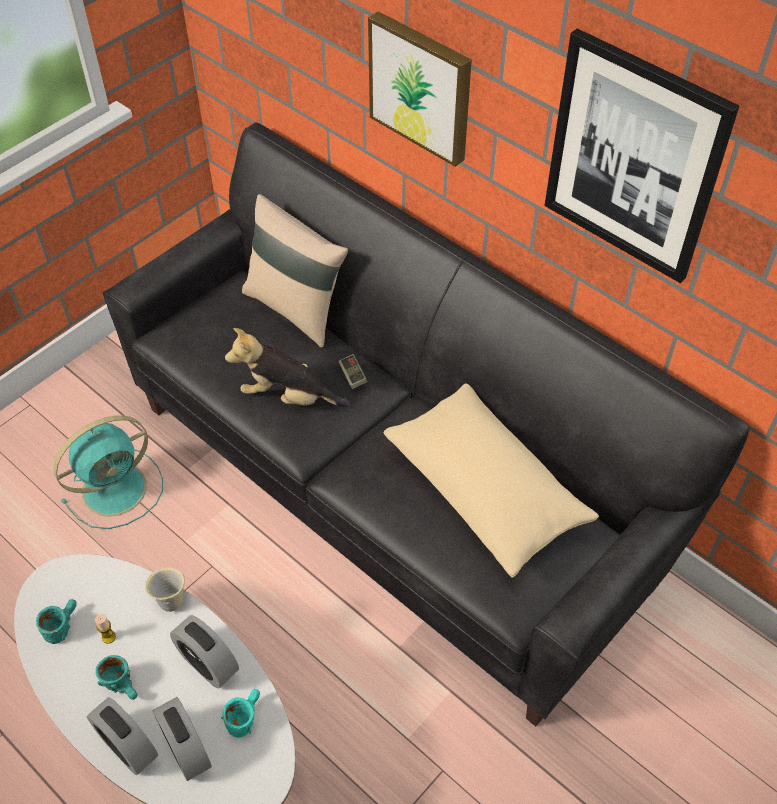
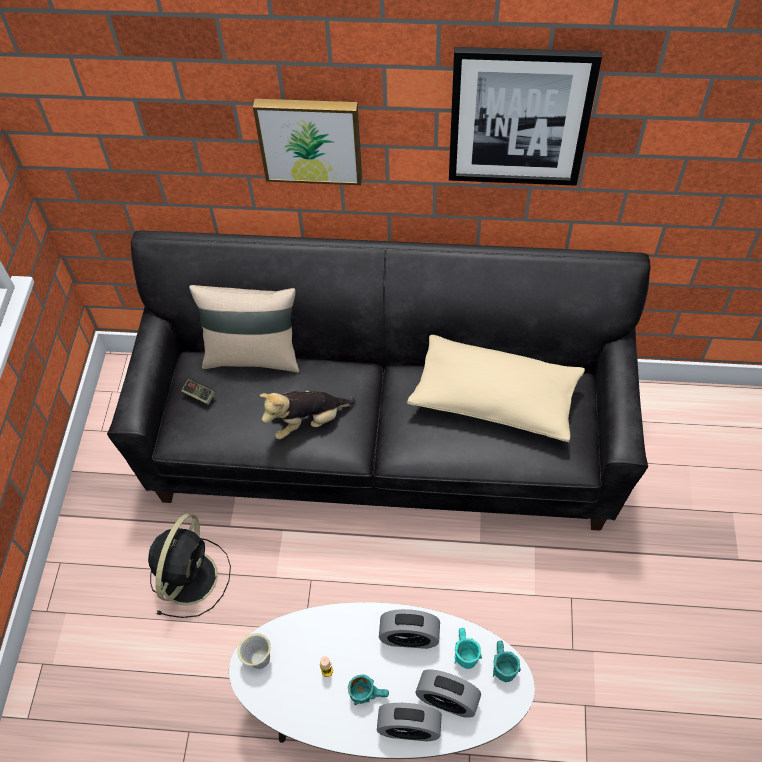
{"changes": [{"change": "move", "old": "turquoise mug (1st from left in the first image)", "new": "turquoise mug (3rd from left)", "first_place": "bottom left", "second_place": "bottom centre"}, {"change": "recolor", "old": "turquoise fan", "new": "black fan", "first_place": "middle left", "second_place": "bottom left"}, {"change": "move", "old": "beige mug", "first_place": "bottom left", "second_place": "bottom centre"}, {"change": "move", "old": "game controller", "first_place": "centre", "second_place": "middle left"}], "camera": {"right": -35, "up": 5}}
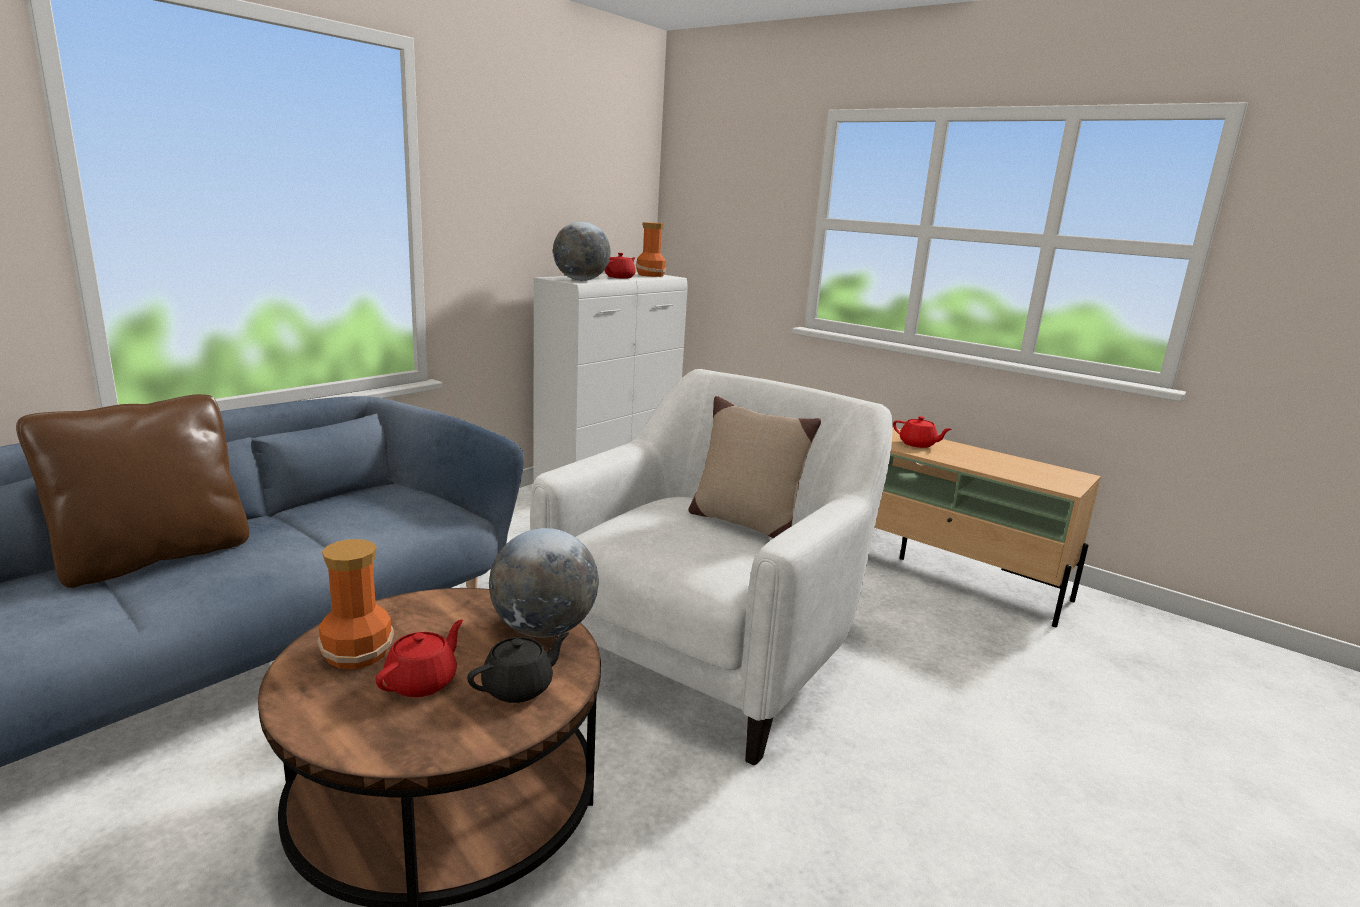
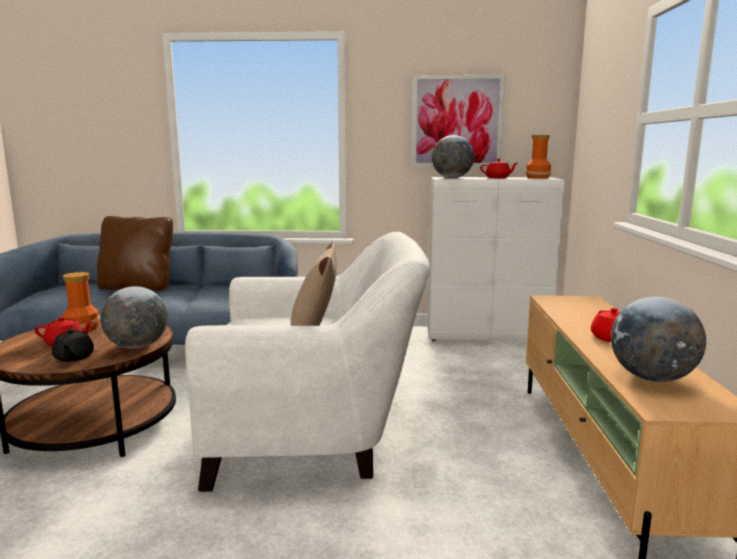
{"changes": [{"change": "rotate", "old": "black teapot", "first_place": "bottom centre", "second_place": "middle left", "degrees": 60}, {"change": "insert", "new": "picture", "second_place": "top centre"}, {"change": "insert", "new": "globe (3rd from left)", "second_place": "middle right"}], "camera": {"right": 55, "up": -5}}
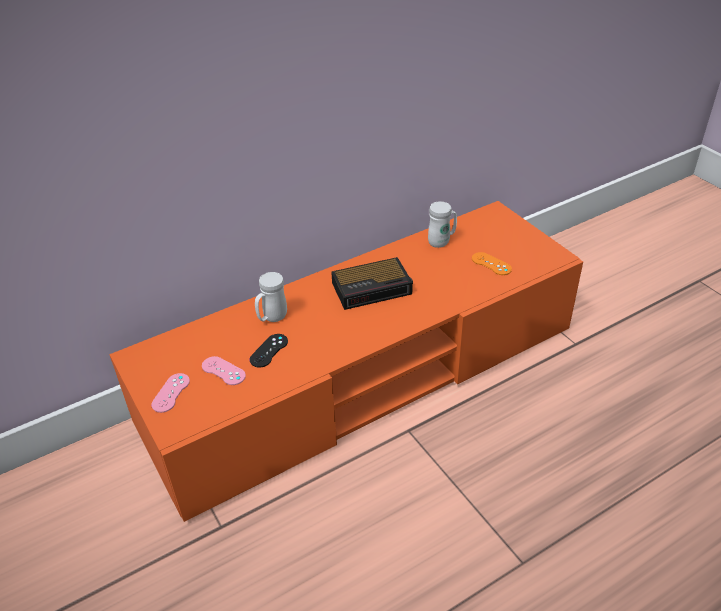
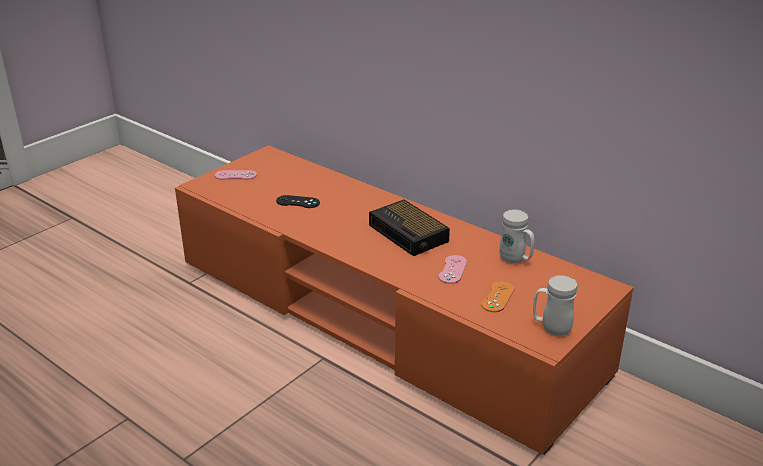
{"changes": [{"change": "move", "old": "pink game controller (2nd from left)", "first_place": "middle left", "second_place": "centre"}, {"change": "move", "old": "white mug (1st from left in the first image)", "new": "white mug (2nd from left)", "first_place": "centre", "second_place": "middle right"}], "camera": {"right": 70, "up": -10}}
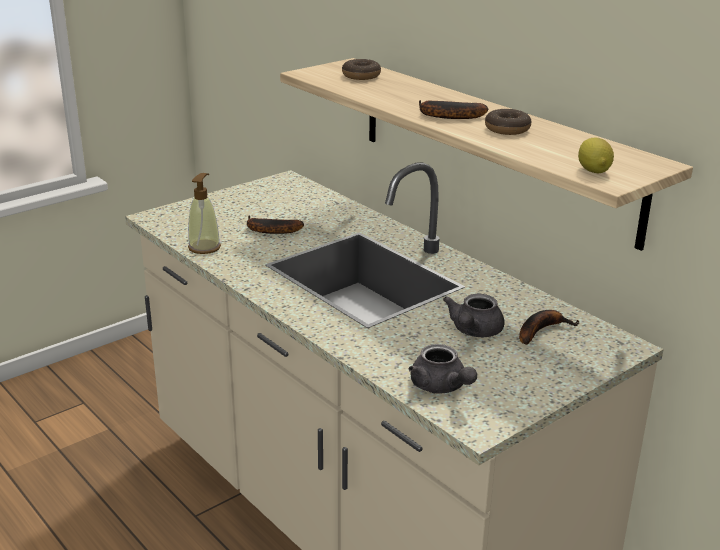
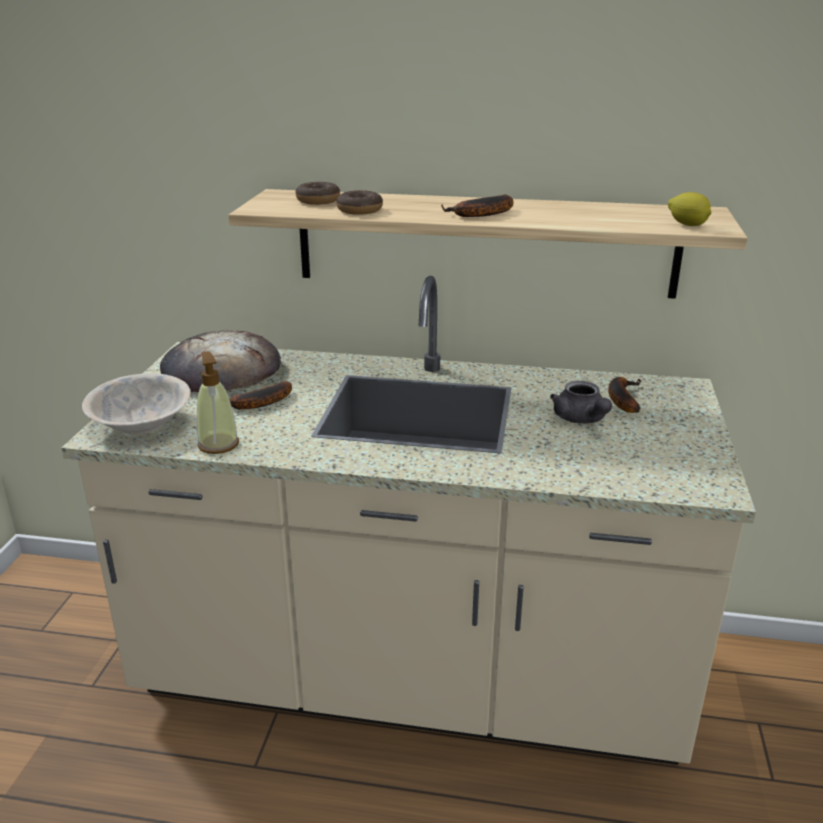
{"changes": [{"change": "delete", "old": "grey teapot (1st from left)", "first_place": "bottom centre"}, {"change": "move", "old": "donut (2nd from left)", "first_place": "top right", "second_place": "top centre"}, {"change": "insert", "new": "beige bowl", "second_place": "middle left"}, {"change": "insert", "new": "bread", "second_place": "middle left"}], "camera": {"right": -40, "up": 0}}
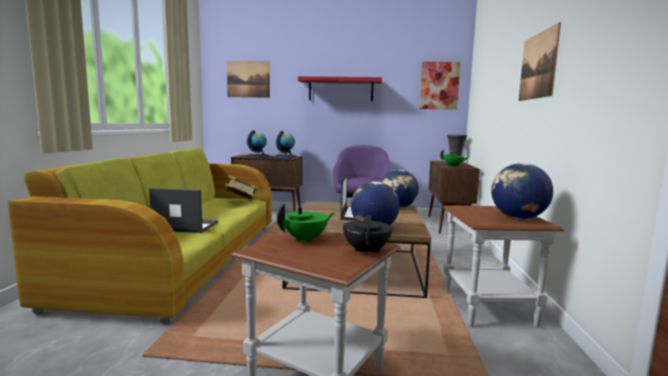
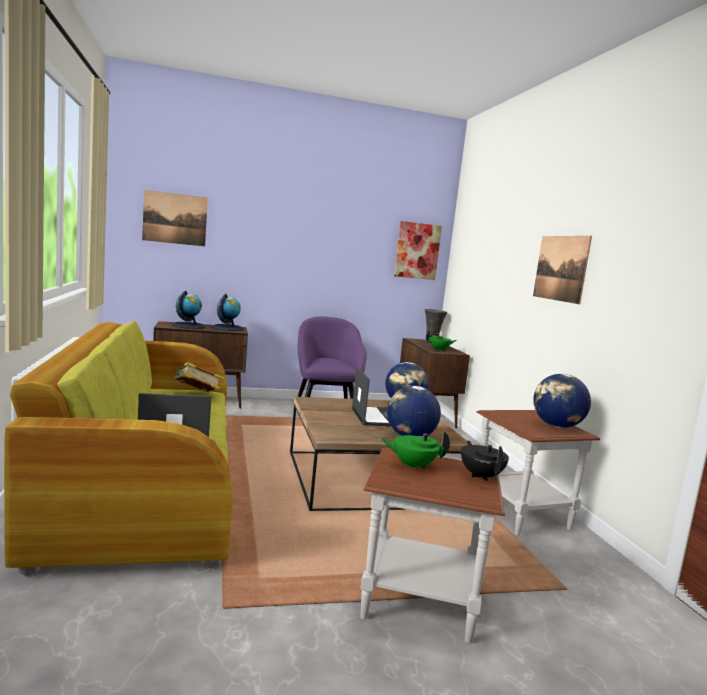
{"changes": [{"change": "rotate", "old": "green teapot (1st from left)", "first_place": "centre", "second_place": "centre", "degrees": -120}, {"change": "delete", "old": "red shelf", "first_place": "top centre"}], "camera": {"right": -20, "up": 0}}
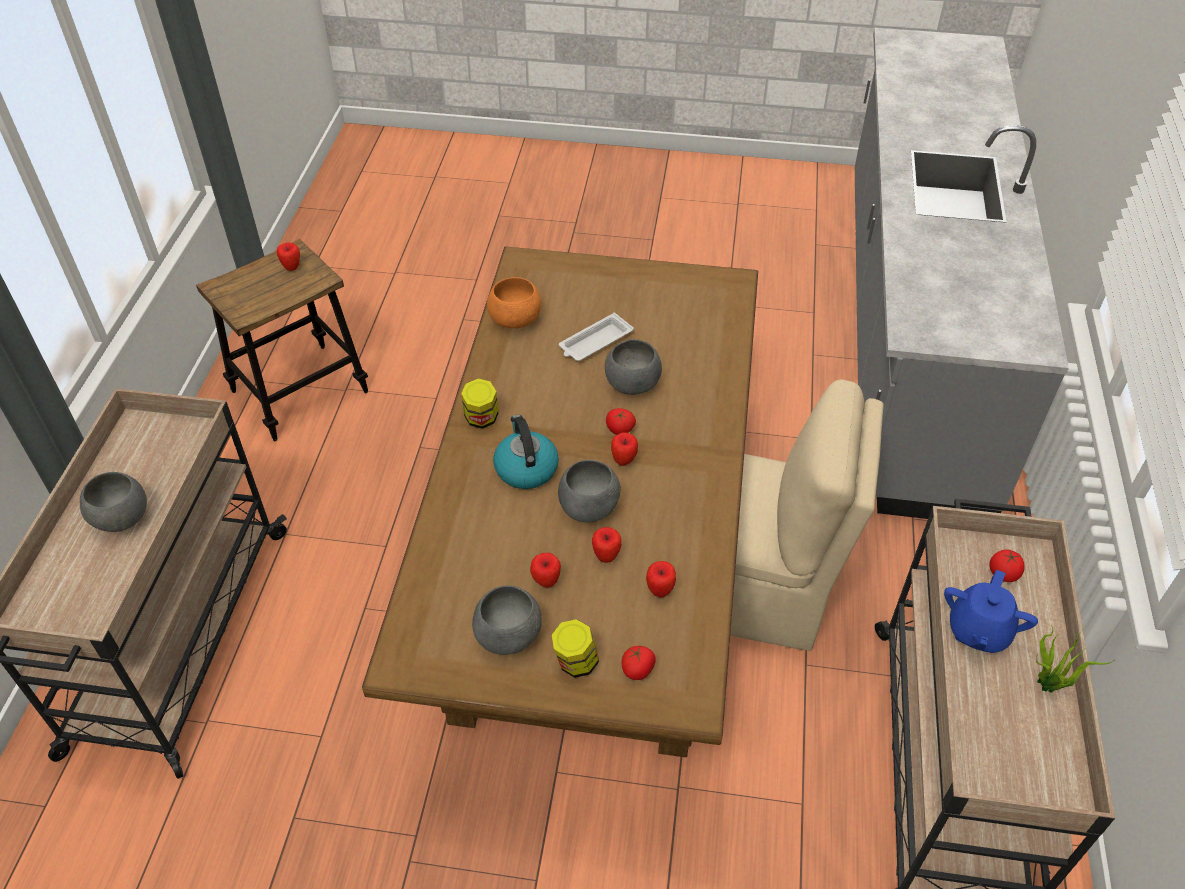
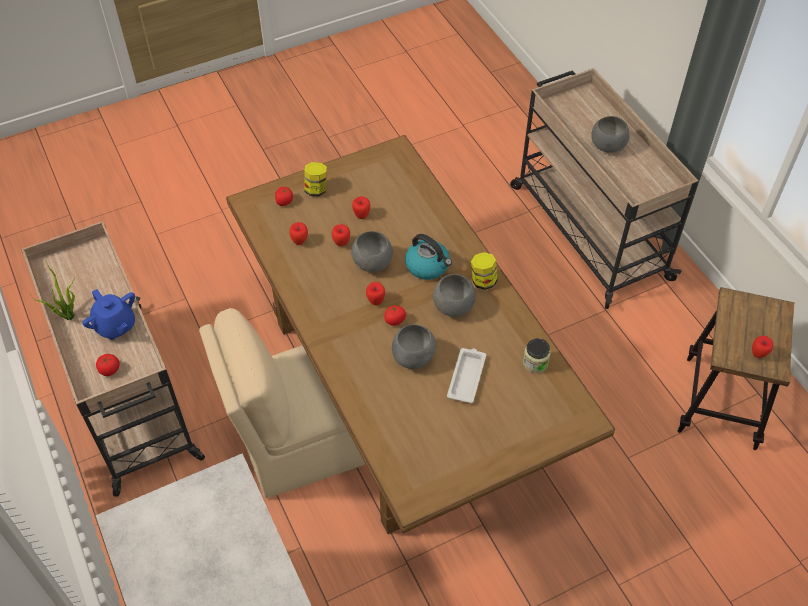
{"changes": [{"change": "move", "old": "grey bowl (2nd from left in the first image)", "new": "grey bowl (3rd from left)", "first_place": "bottom centre", "second_place": "centre"}, {"change": "replace", "old": "orange bowl", "new": "jar (3rd from left)", "first_place": "centre", "second_place": "centre"}, {"change": "rotate", "old": "blue teapot", "first_place": "bottom right", "second_place": "middle left", "degrees": 150}], "camera": {"right": 145, "up": 5}}
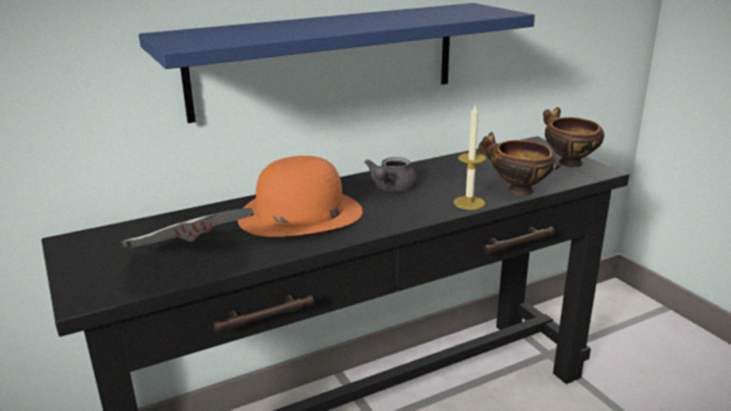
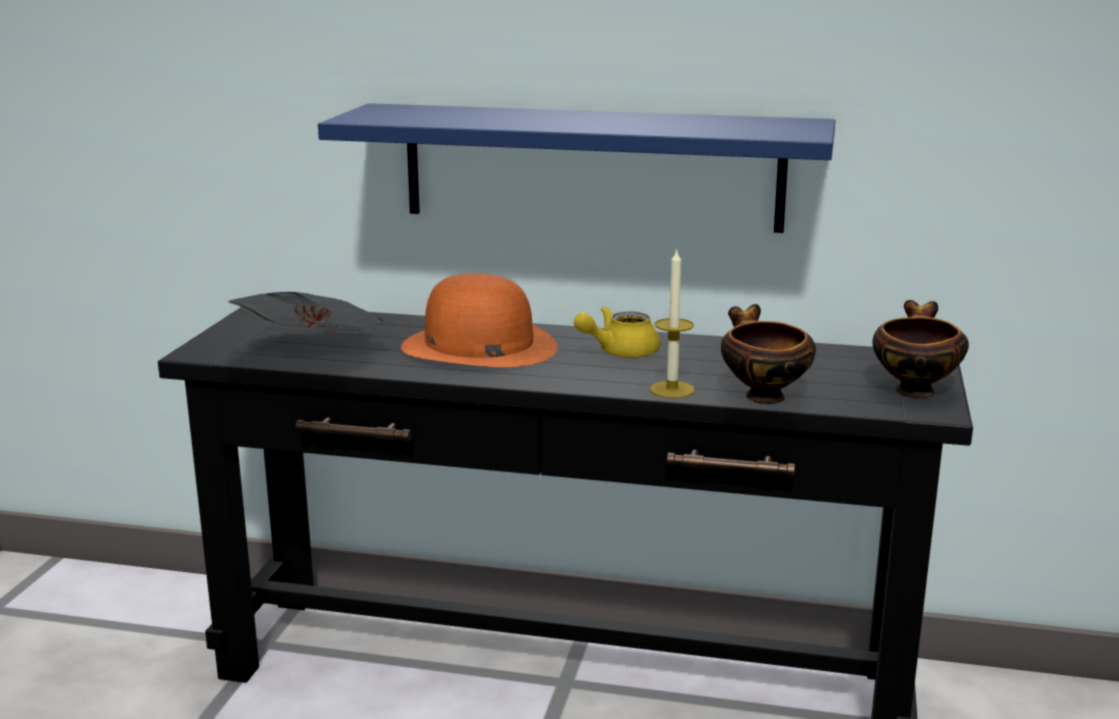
{"changes": [{"change": "recolor", "old": "grey teapot", "new": "yellow teapot", "first_place": "centre", "second_place": "centre"}], "camera": {"right": 40, "up": -5}}
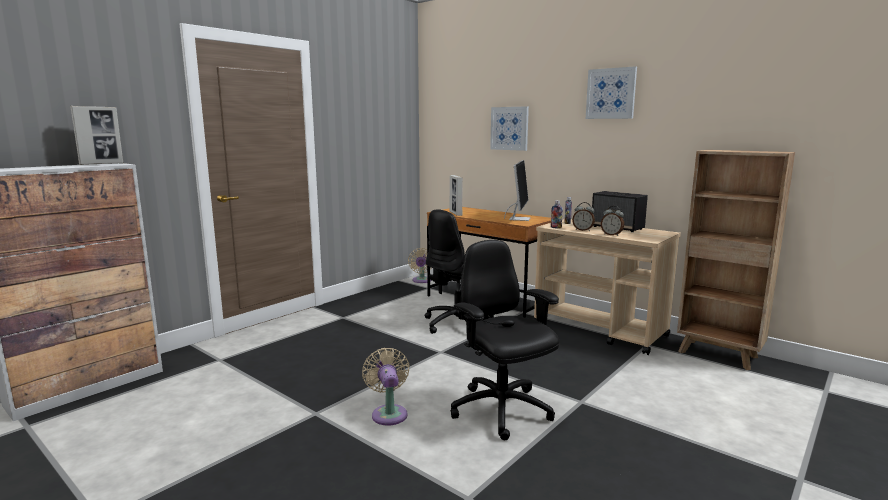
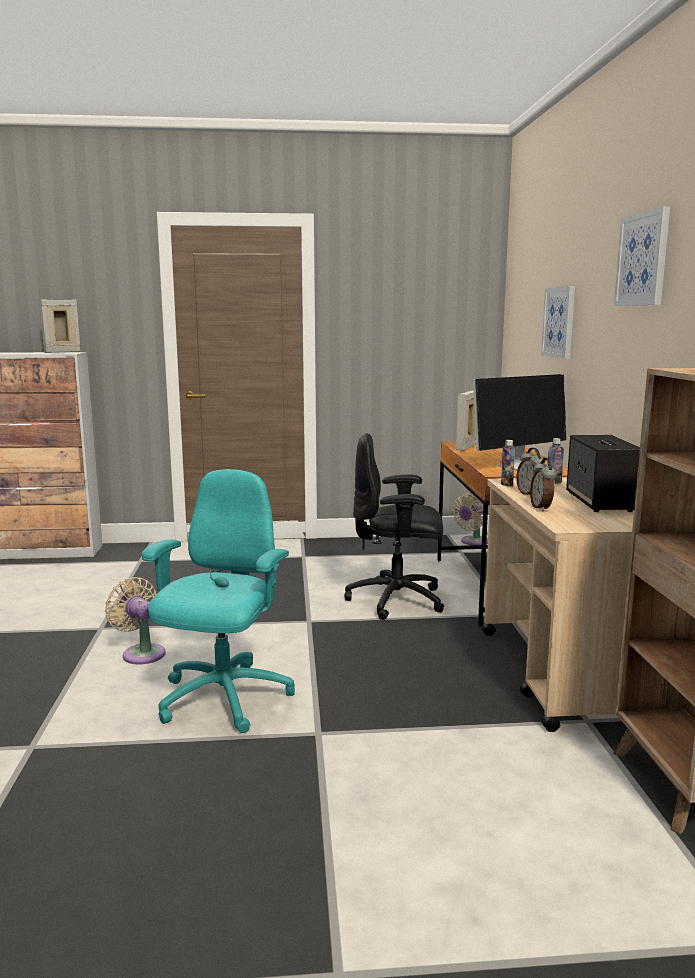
{"changes": [{"change": "rotate", "old": "picture frame (1st from left)", "first_place": "top left", "second_place": "middle left", "degrees": 135}, {"change": "rotate", "old": "beige fan (1st from left)", "first_place": "bottom centre", "second_place": "middle left", "degrees": -75}, {"change": "recolor", "old": "black office chair (2nd from left)", "new": "turquoise office chair", "first_place": "bottom centre", "second_place": "middle left"}], "camera": {"right": 45, "up": 0}}
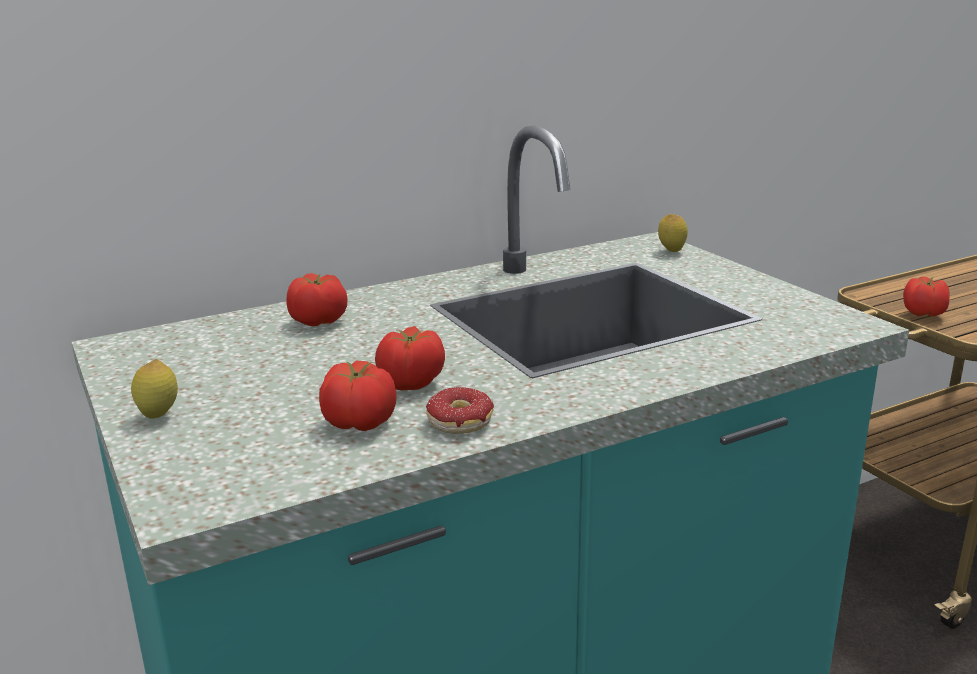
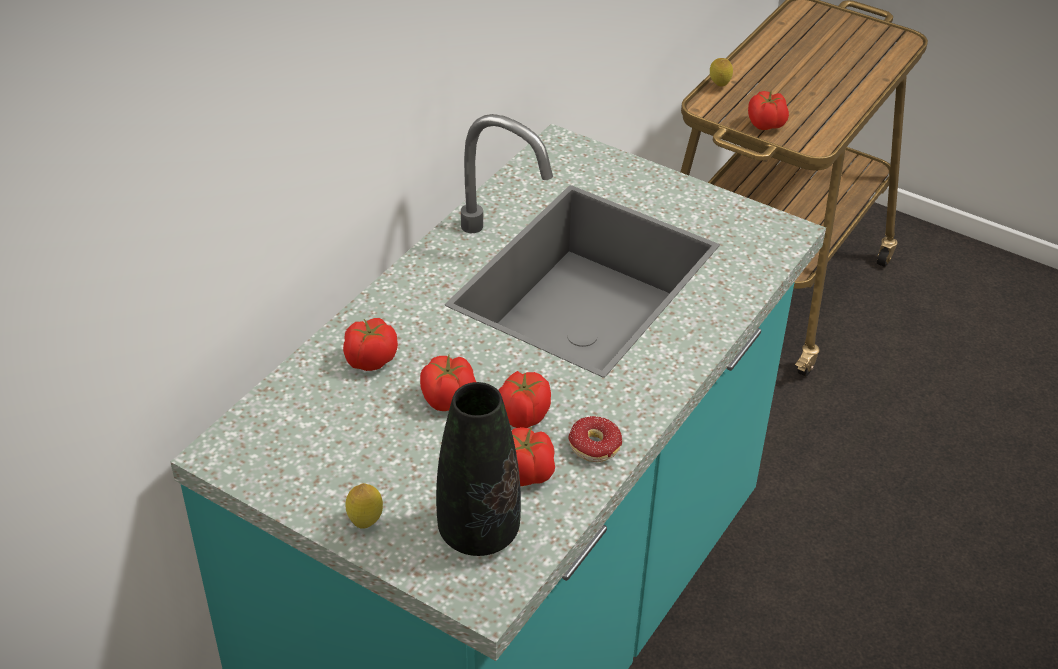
{"changes": [{"change": "move", "old": "lemon (2nd from left)", "first_place": "middle right", "second_place": "top right"}, {"change": "insert", "new": "tomato (2nd from left)", "second_place": "centre"}, {"change": "insert", "new": "black vase", "second_place": "bottom centre"}], "camera": {"right": -30, "up": 20}}
